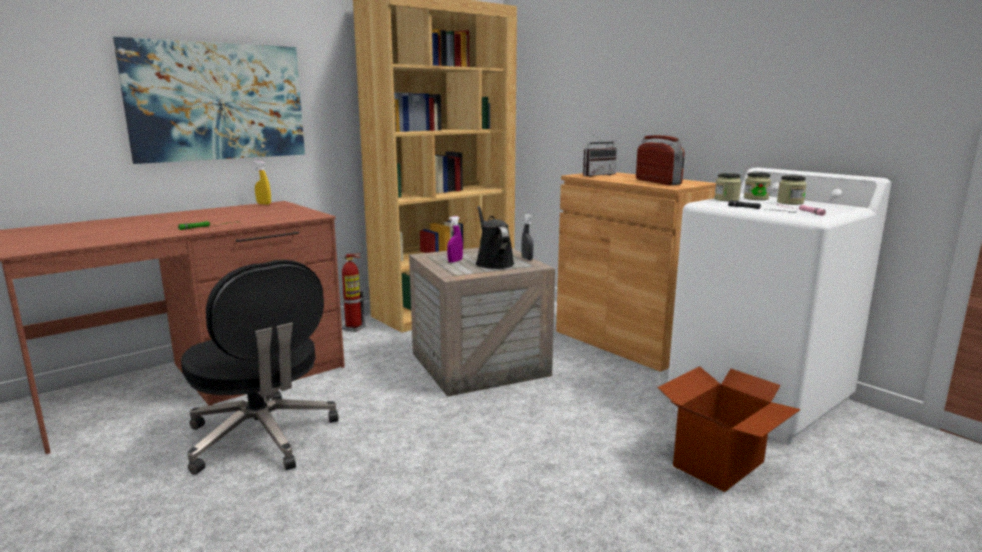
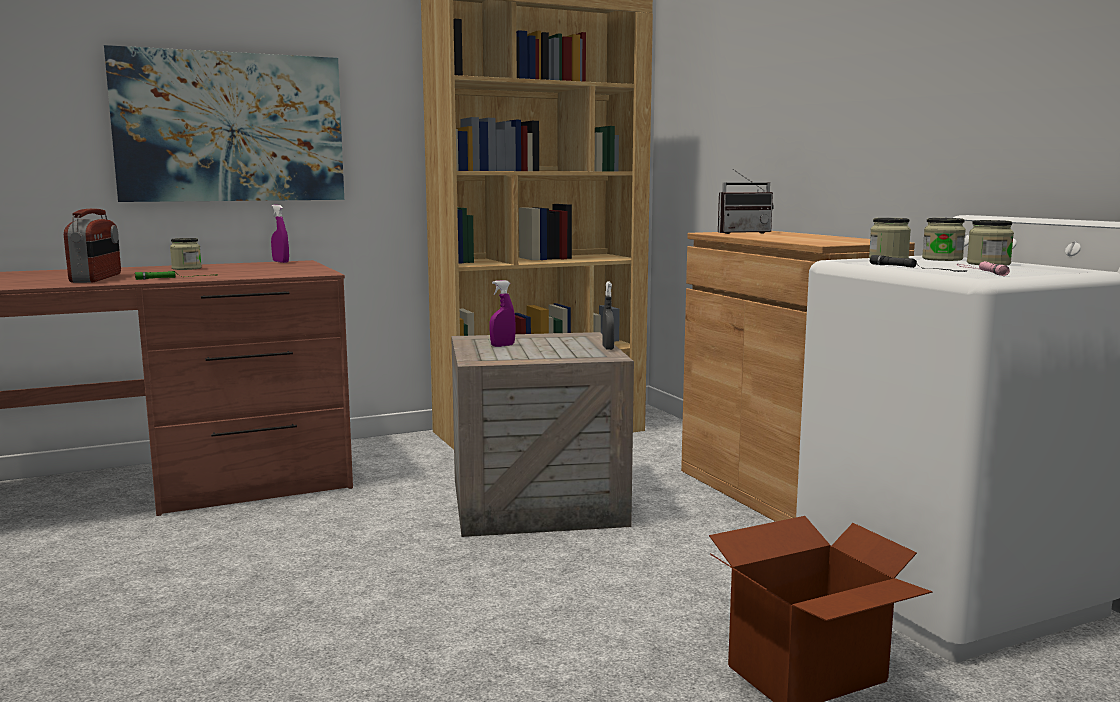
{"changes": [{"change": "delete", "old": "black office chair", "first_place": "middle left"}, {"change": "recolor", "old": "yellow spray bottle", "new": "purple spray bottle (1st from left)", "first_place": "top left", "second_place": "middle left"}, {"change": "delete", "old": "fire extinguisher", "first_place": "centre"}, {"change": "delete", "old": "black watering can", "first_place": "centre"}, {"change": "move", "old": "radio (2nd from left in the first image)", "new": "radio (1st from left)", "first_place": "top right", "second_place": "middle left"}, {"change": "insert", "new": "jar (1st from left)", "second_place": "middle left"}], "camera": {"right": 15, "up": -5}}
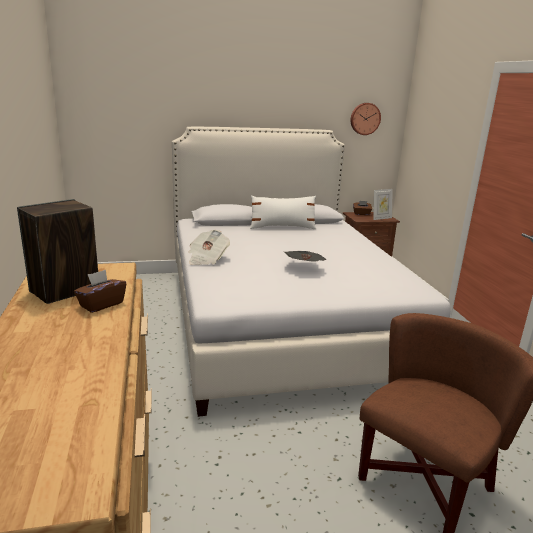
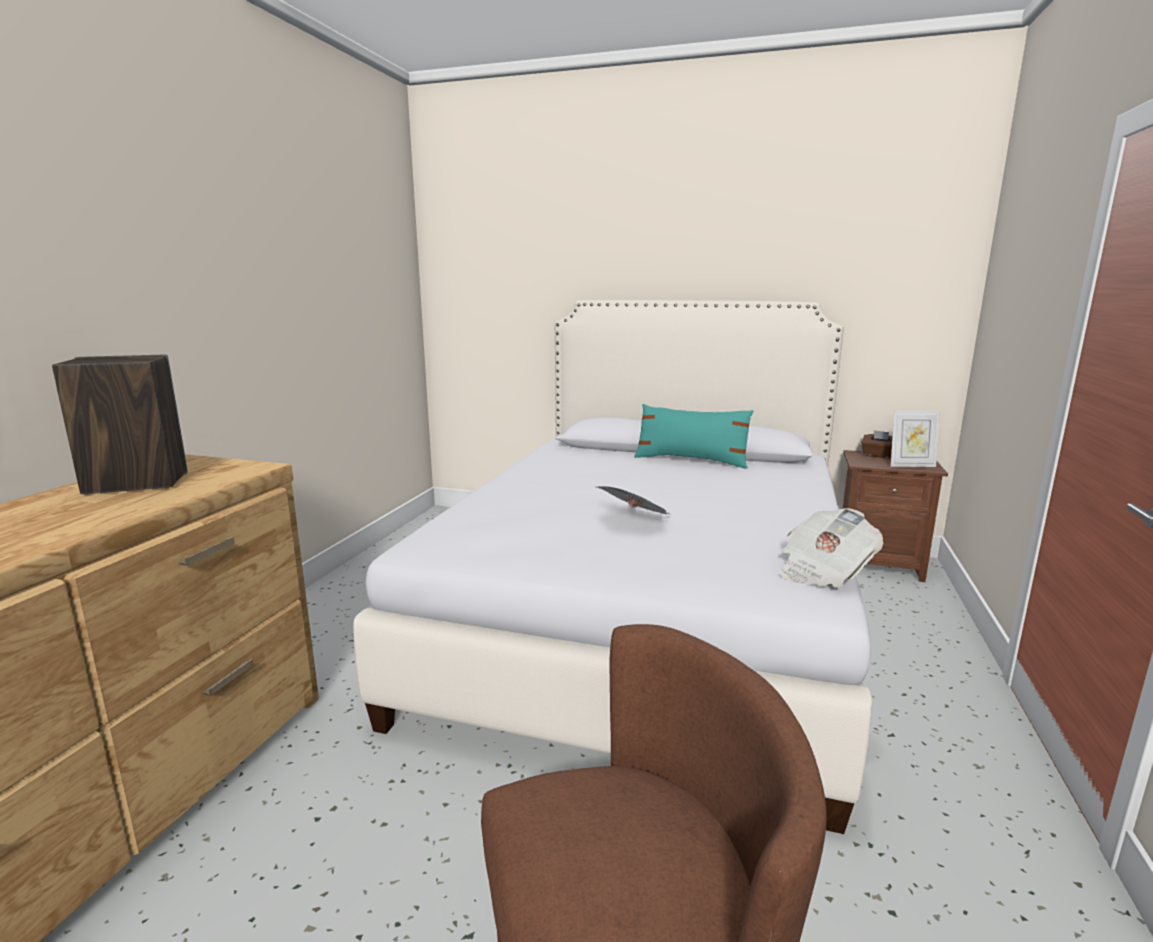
{"changes": [{"change": "delete", "old": "brown tissue box (1st from left)", "first_place": "middle left"}, {"change": "move", "old": "newspaper (1st from left in the first image)", "new": "newspaper (2nd from left)", "first_place": "centre", "second_place": "middle right"}, {"change": "recolor", "old": "white pillow", "new": "turquoise pillow", "first_place": "centre", "second_place": "centre"}, {"change": "delete", "old": "wall clock", "first_place": "top right"}], "camera": {"right": 30, "up": -5}}
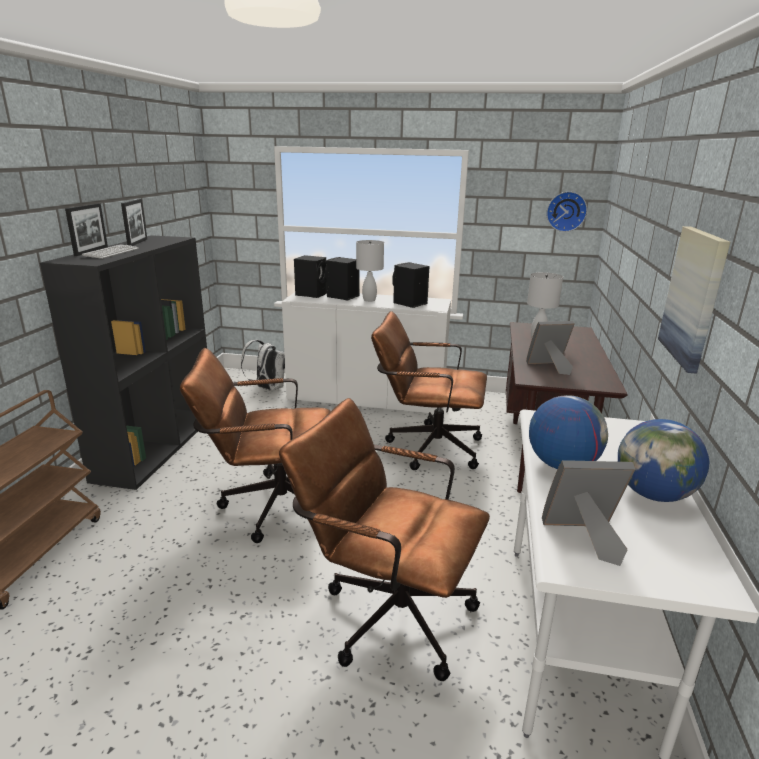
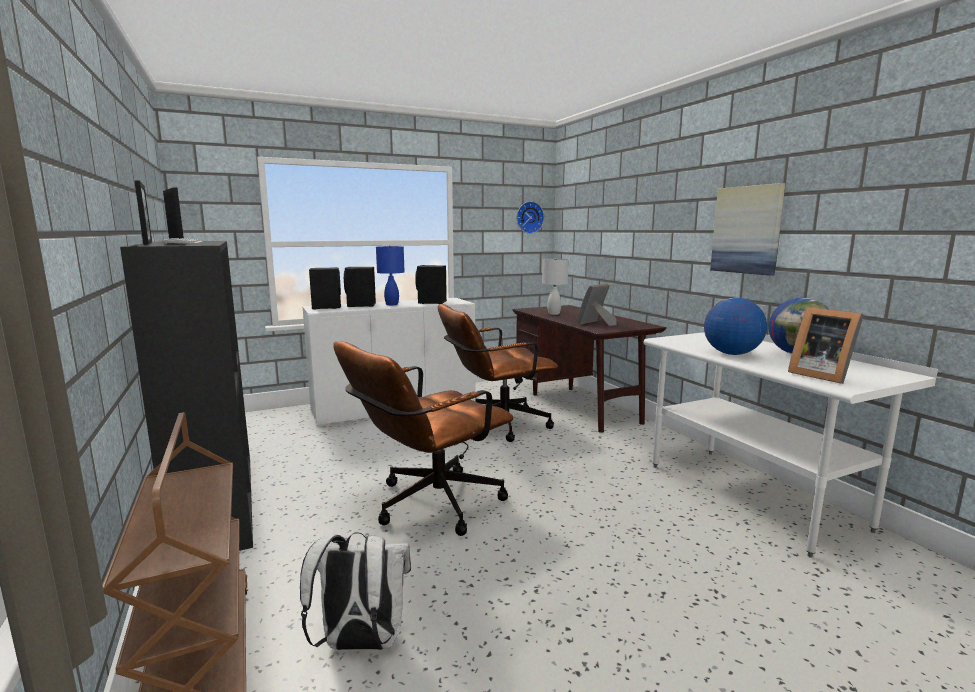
{"changes": [{"change": "move", "old": "white backpack", "first_place": "centre", "second_place": "bottom centre"}, {"change": "delete", "old": "brown office chair (2nd from left)", "first_place": "bottom centre"}, {"change": "recolor", "old": "white table lamp (1st from left)", "new": "blue table lamp", "first_place": "centre", "second_place": "centre"}, {"change": "rotate", "old": "picture frame (4th from left)", "first_place": "bottom right", "second_place": "middle right", "degrees": -90}], "camera": {"right": -35, "up": -10}}
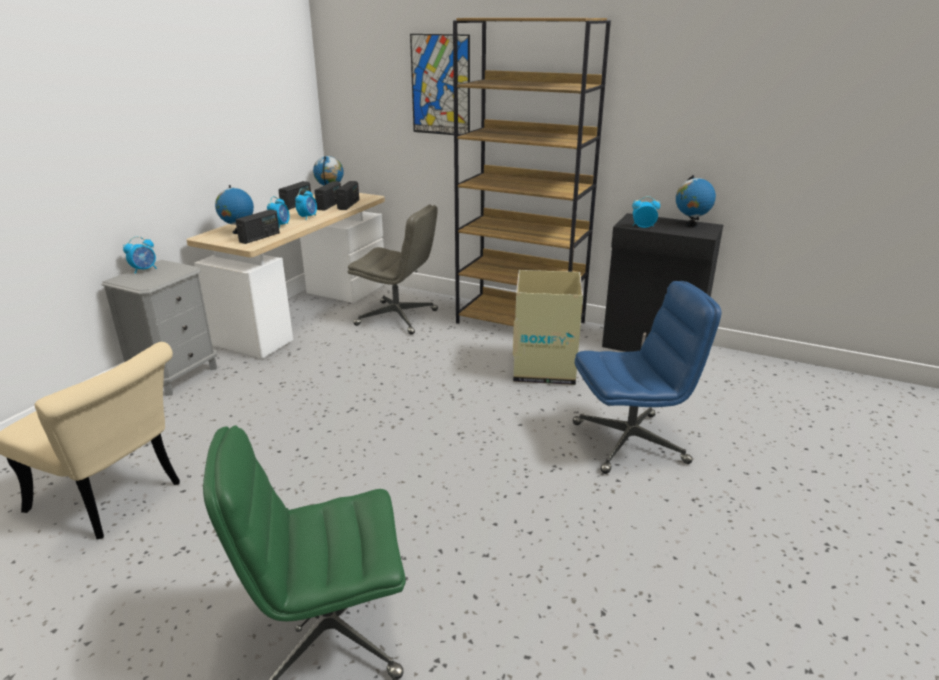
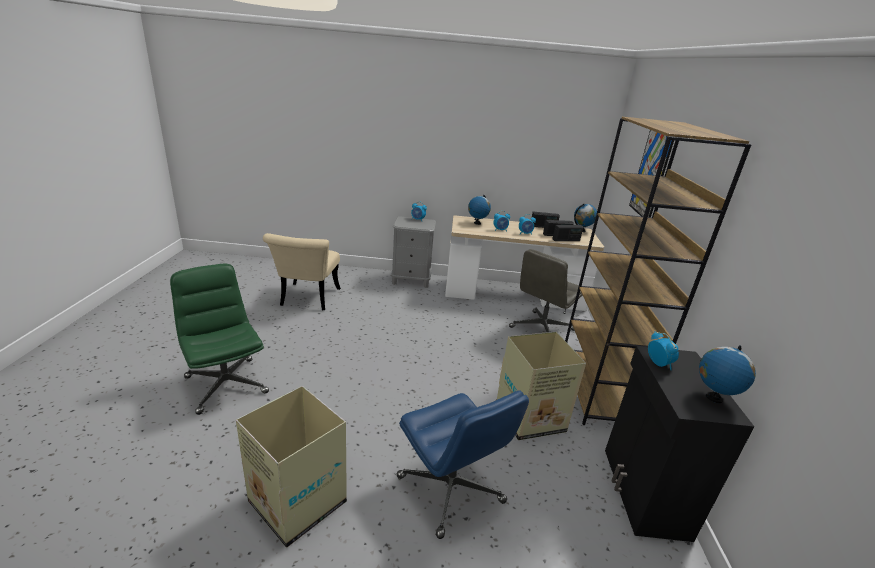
{"changes": [{"change": "delete", "old": "radio (1st from left)", "first_place": "top left"}, {"change": "rotate", "old": "grey office chair", "first_place": "centre", "second_place": "centre", "degrees": 45}, {"change": "insert", "new": "cardboard box (1st from left)", "second_place": "bottom left"}], "camera": {"right": 65, "up": 0}}
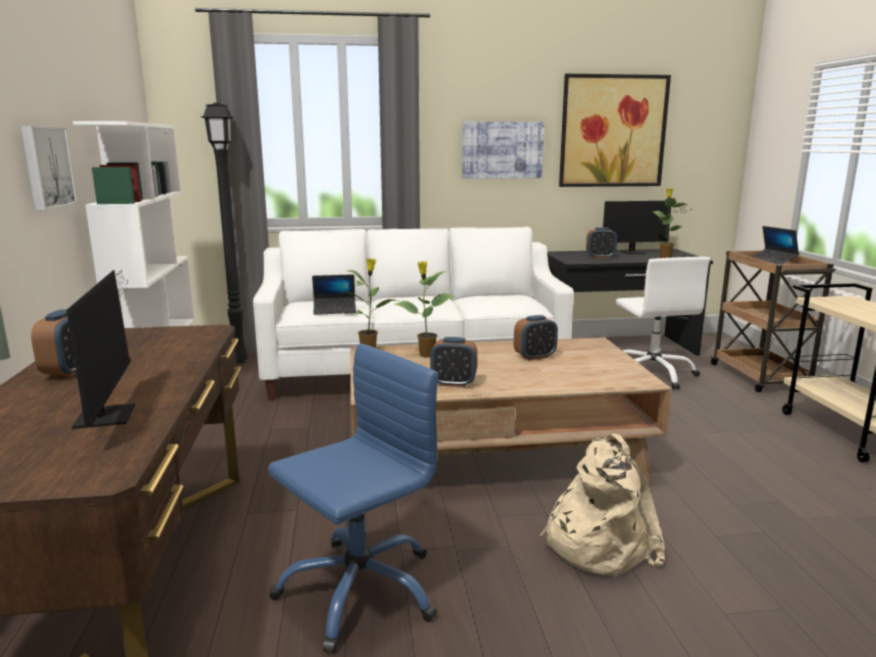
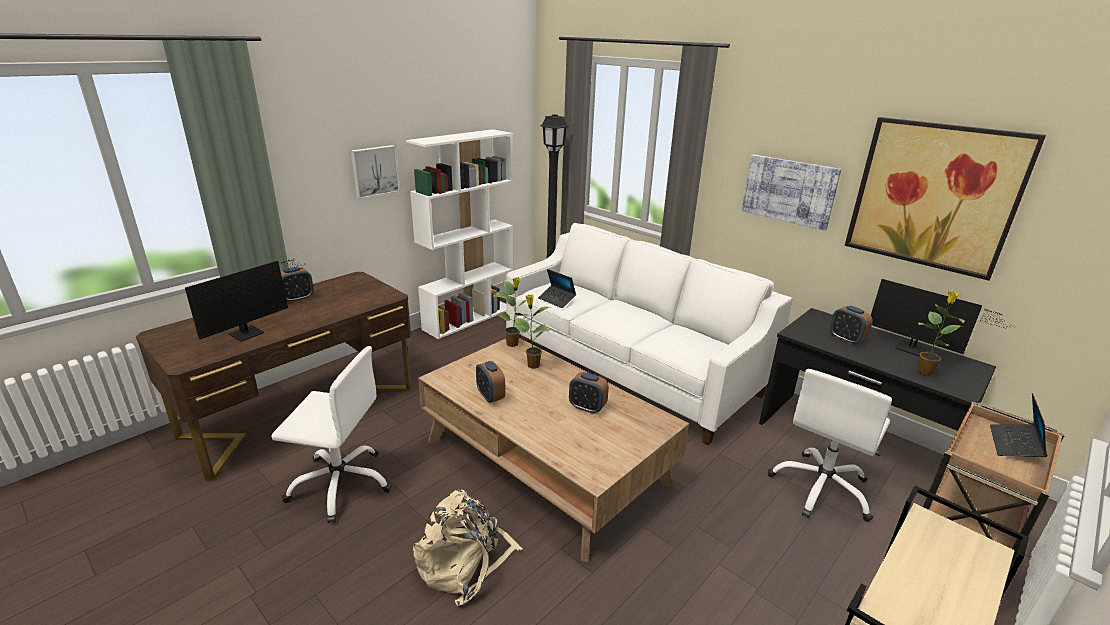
{"changes": [{"change": "recolor", "old": "blue office chair", "new": "white office chair (1st from left)", "first_place": "bottom centre", "second_place": "bottom left"}], "camera": {"right": 50, "up": 10}}
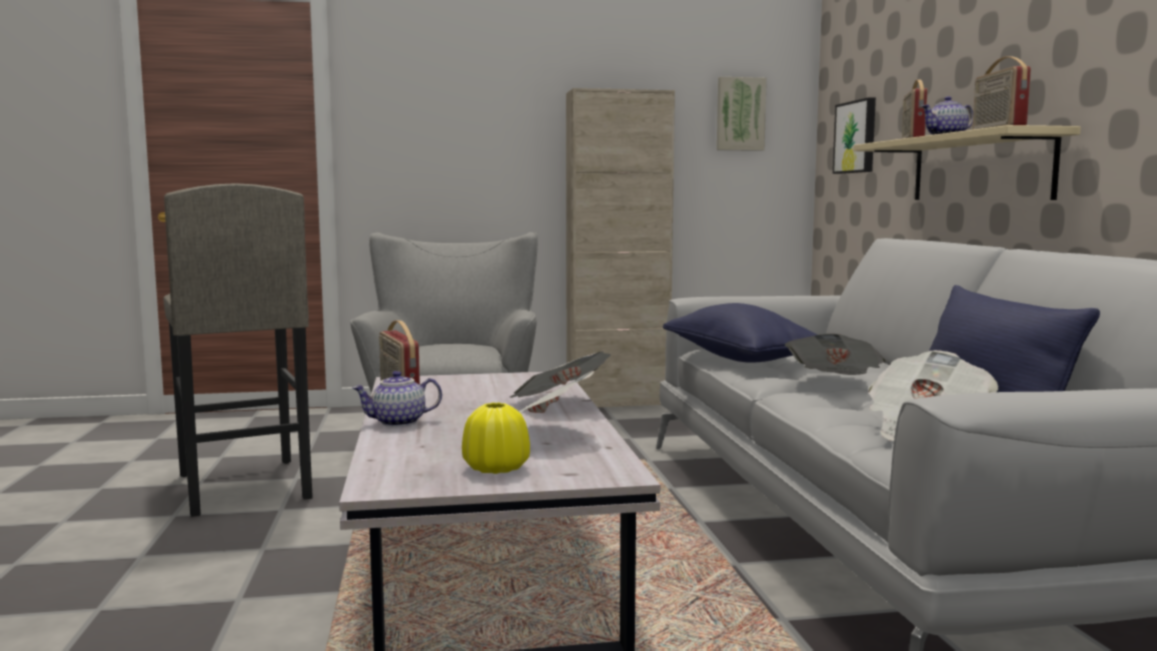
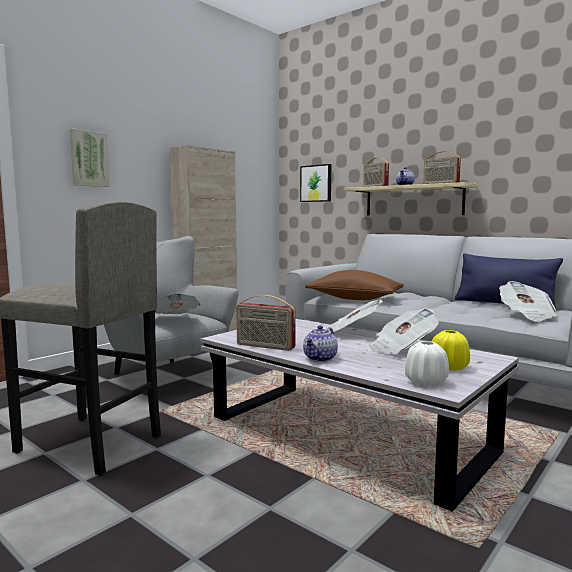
{"changes": [{"change": "recolor", "old": "blue pillow (1st from left)", "new": "brown pillow", "first_place": "centre", "second_place": "centre"}, {"change": "move", "old": "picture (1st from left)", "first_place": "top centre", "second_place": "top left"}, {"change": "move", "old": "newspaper (3rd from left in the first image)", "new": "newspaper (1st from left)", "first_place": "middle right", "second_place": "middle left"}, {"change": "insert", "new": "white vase", "second_place": "middle right"}], "camera": {"right": -40, "up": 0}}
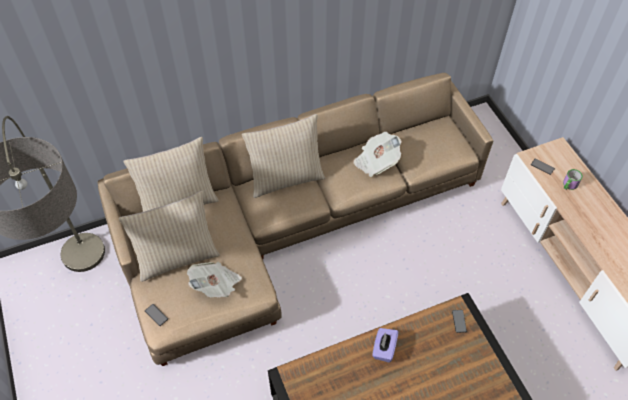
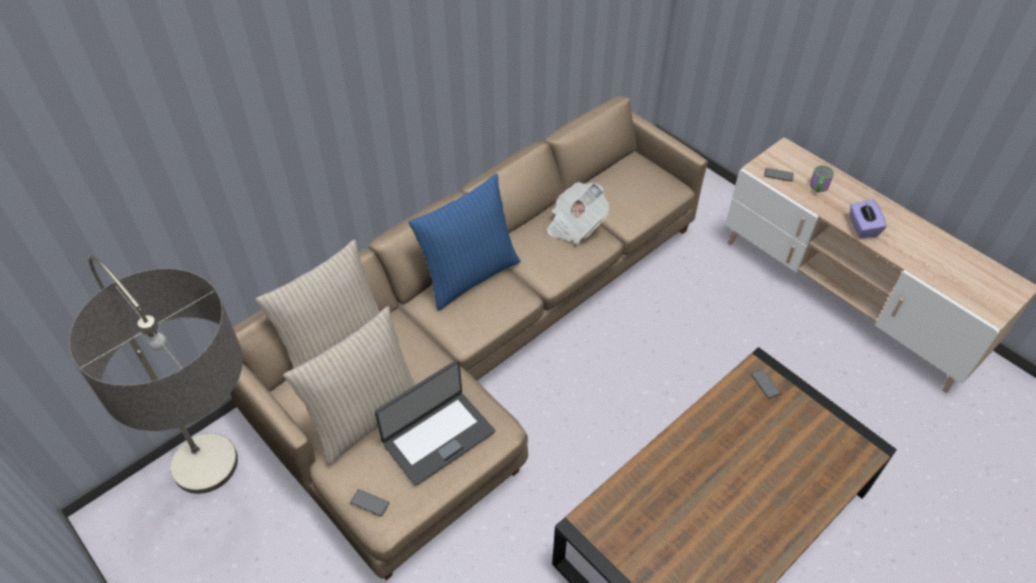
{"changes": [{"change": "replace", "old": "newspaper (1st from left)", "new": "laptop", "first_place": "bottom centre", "second_place": "bottom centre"}, {"change": "recolor", "old": "beige pillow (3rd from left)", "new": "blue pillow", "first_place": "centre", "second_place": "centre"}, {"change": "move", "old": "purple tissue box", "first_place": "bottom centre", "second_place": "middle right"}], "camera": {"right": -20, "up": -5}}
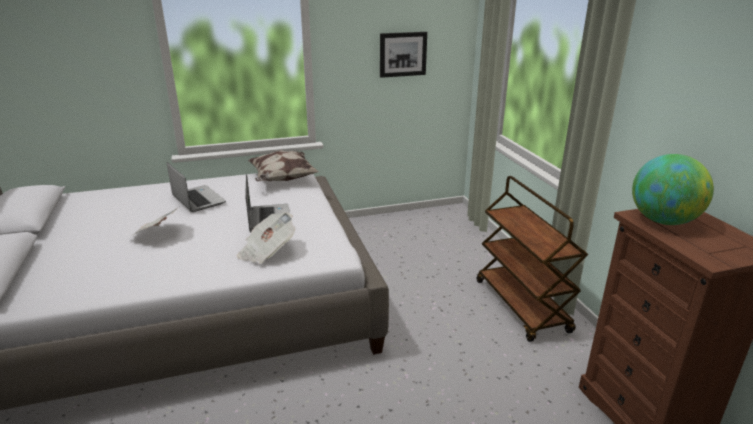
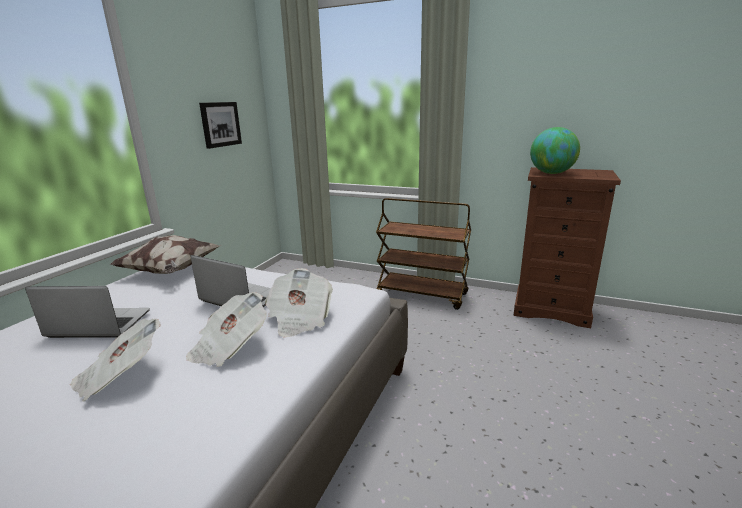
{"changes": [{"change": "insert", "new": "newspaper (2nd from left)", "second_place": "middle left"}], "camera": {"right": -50, "up": -5}}
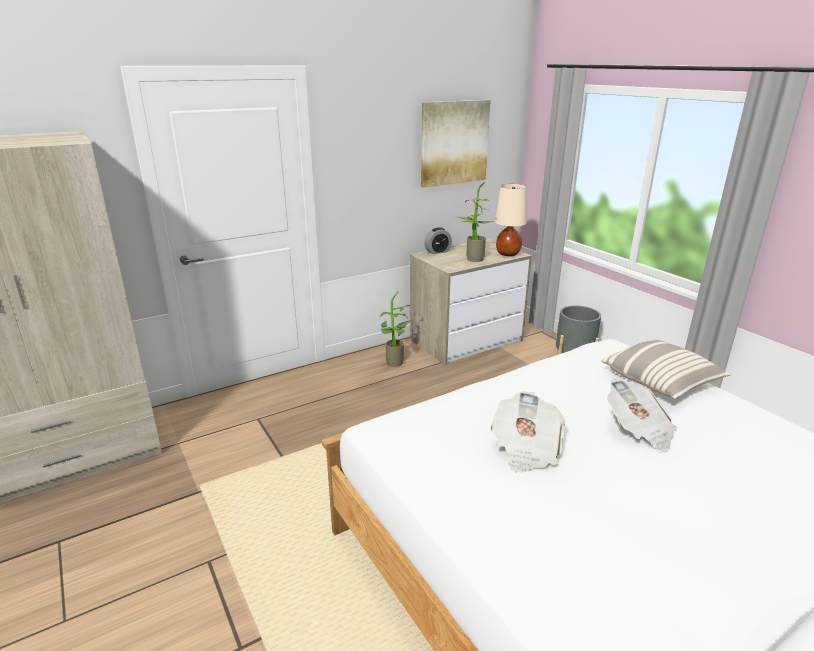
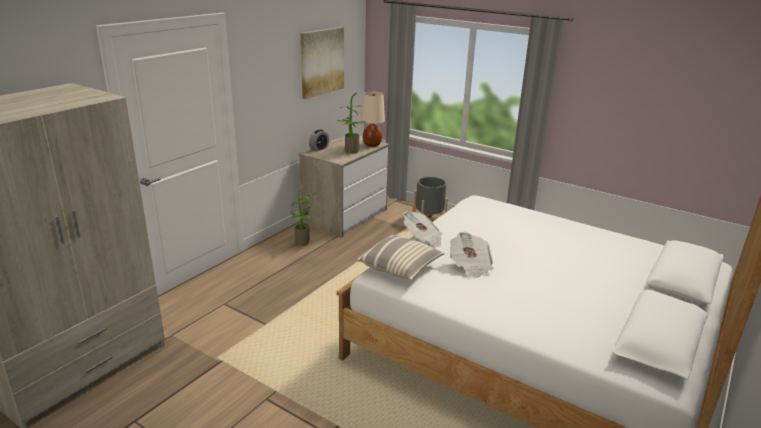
{"changes": [{"change": "move", "old": "pillow", "first_place": "middle right", "second_place": "centre"}, {"change": "move", "old": "newspaper (2nd from left in the first image)", "new": "newspaper (1st from left)", "first_place": "middle right", "second_place": "centre"}], "camera": {"right": -25, "up": 0}}
